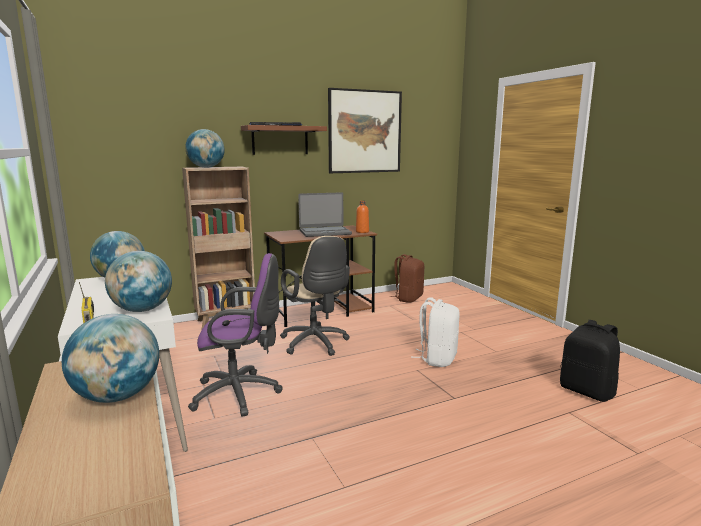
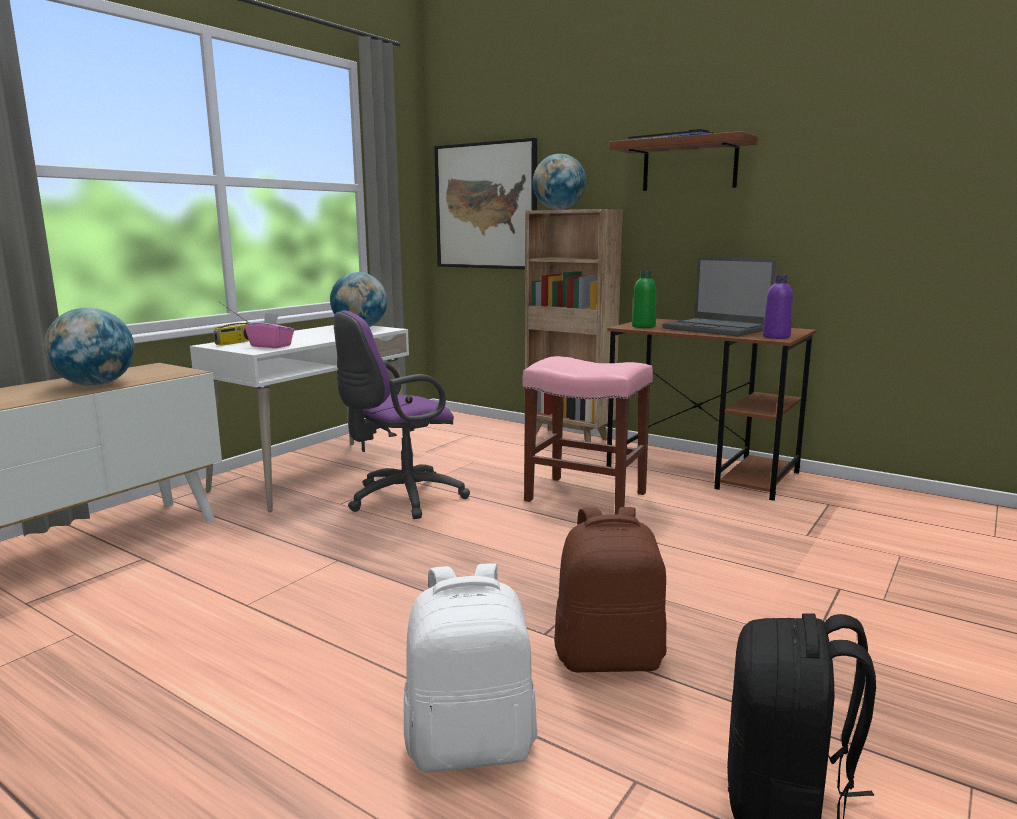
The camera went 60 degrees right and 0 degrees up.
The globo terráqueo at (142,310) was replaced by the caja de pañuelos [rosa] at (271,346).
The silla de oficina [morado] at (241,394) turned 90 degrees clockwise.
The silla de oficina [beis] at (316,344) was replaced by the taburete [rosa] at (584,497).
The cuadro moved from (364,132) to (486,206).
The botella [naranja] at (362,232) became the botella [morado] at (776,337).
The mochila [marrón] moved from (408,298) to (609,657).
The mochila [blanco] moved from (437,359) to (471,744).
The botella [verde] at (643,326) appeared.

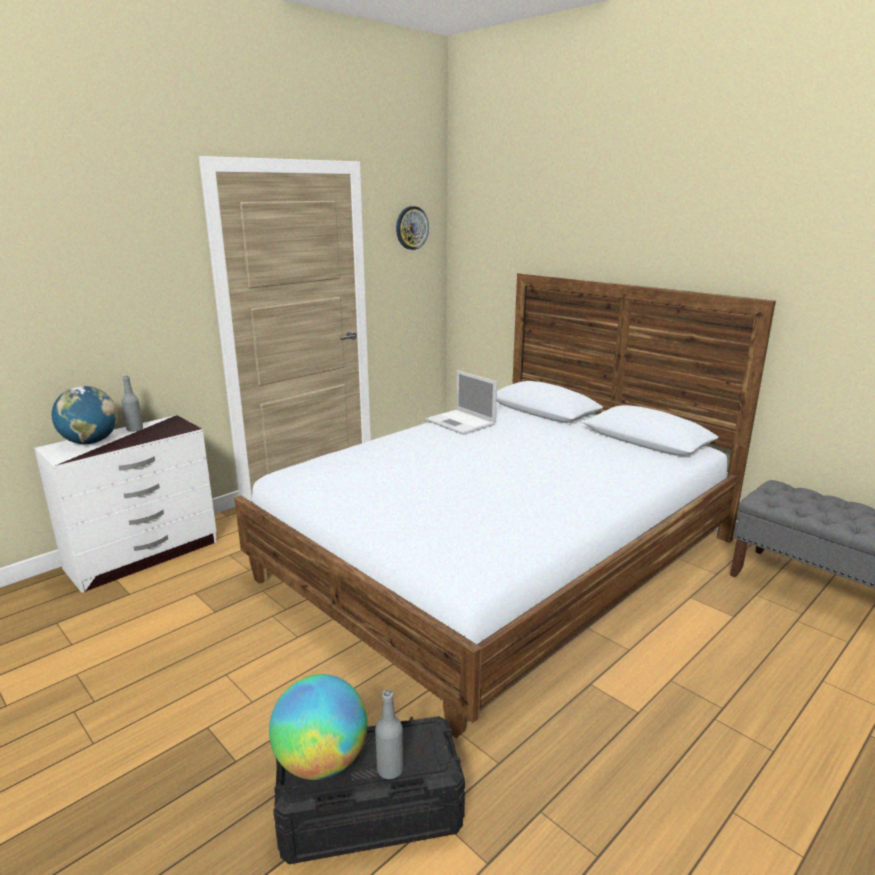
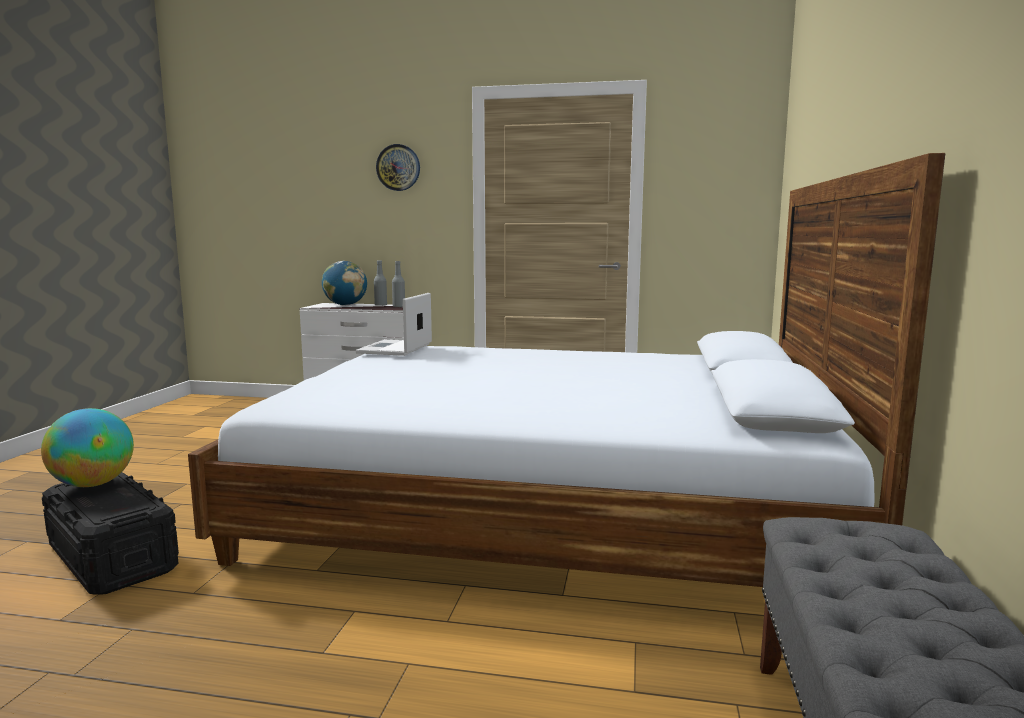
The camera went 55 degrees right and 10 degrees down.
The botella [gris] moved from (390,769) to (399,306).
The reloj de pared moved from (411,228) to (398,167).
The portátil moved from (461,423) to (395,349).

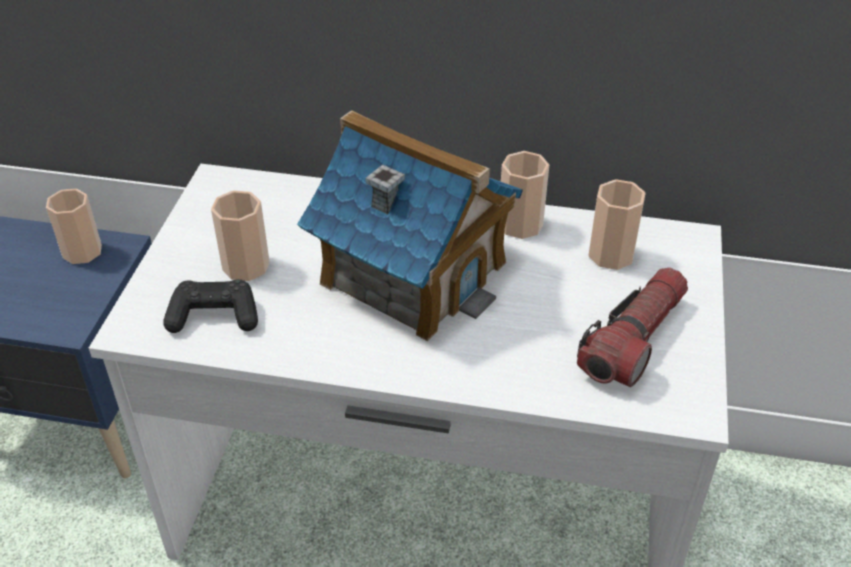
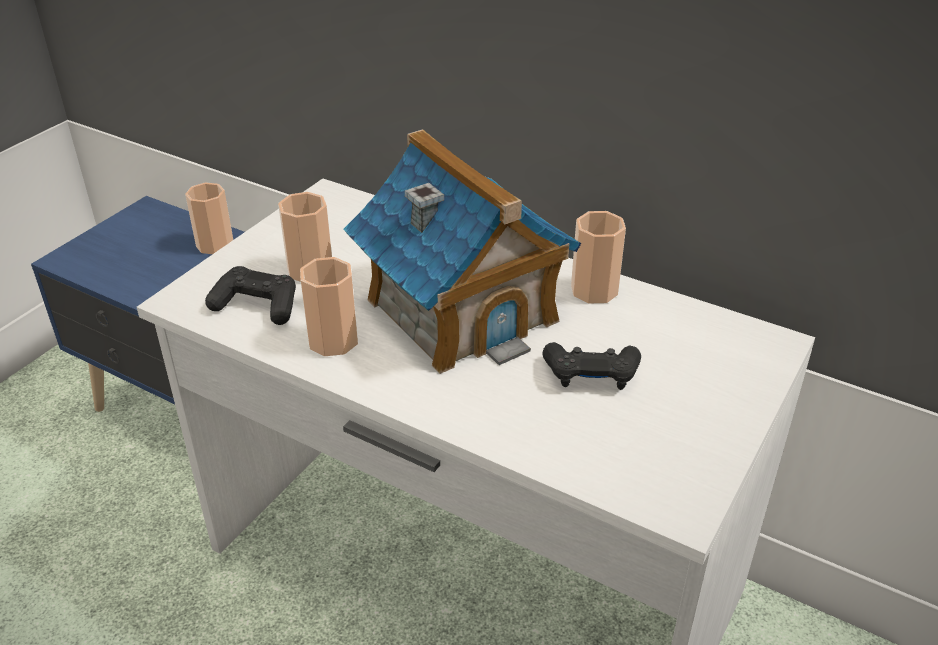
The camera went 20 degrees right and 5 degrees down.
The linterna at (633,340) disappeared.
The taza moved from (611,254) to (333,341).
The mando de consola [negro] at (591,375) appeared.

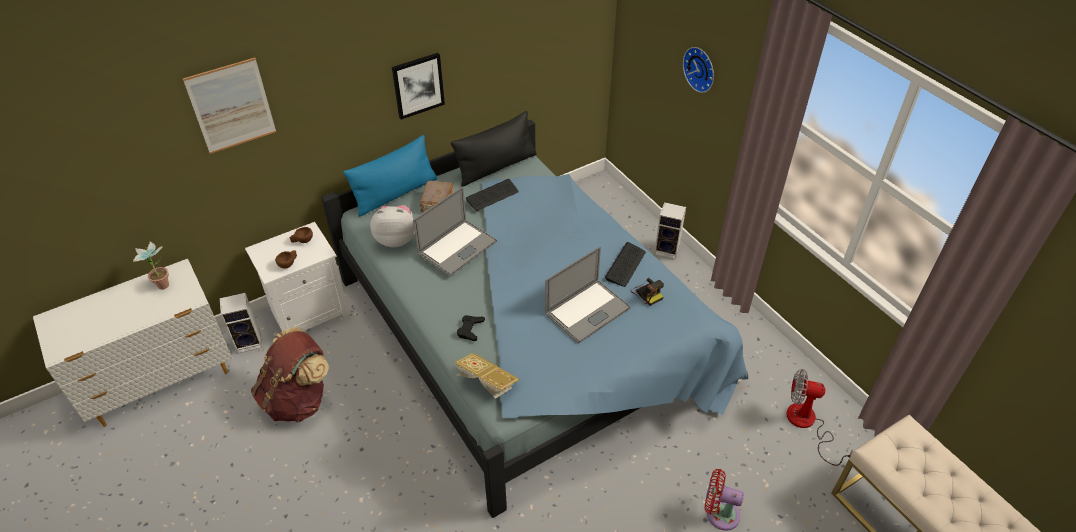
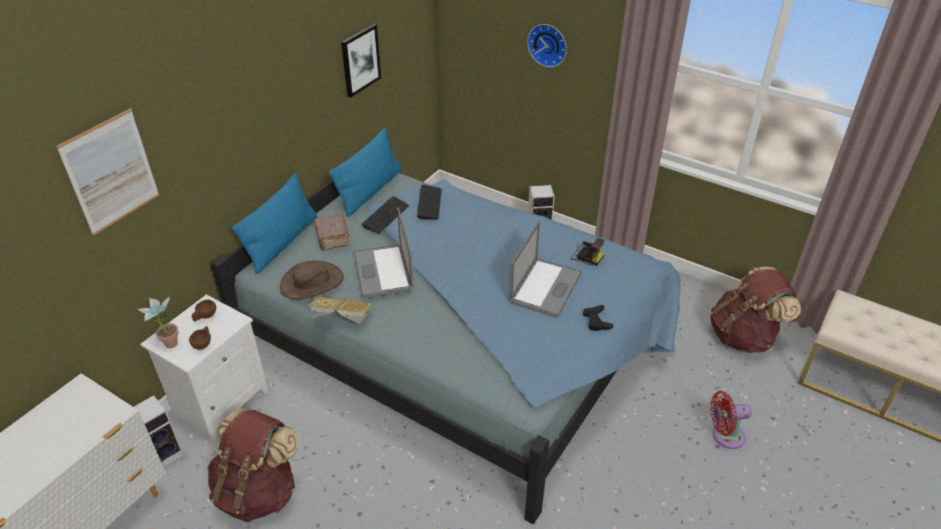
The camera went 25 degrees left and 5 degrees down.
The planta en maceta moved from (162,283) to (168,342).
The peluche at (396,239) was replaced by the sombrero [marrón] at (312,283).
The cuadro moved from (418,85) to (360,60).
The portátil at (457,248) turned 150 degrees clockwise.
The cojín [negro] at (496,167) became the cojín [azul] at (370,191).
The libro moved from (486,383) to (341,318).
The mando de consola [negro] moved from (470,329) to (596,320).
The teclado moved from (625,265) to (429,203).
The ventilador at (807,424) was replaced by the mochila [marrón] at (743,336).

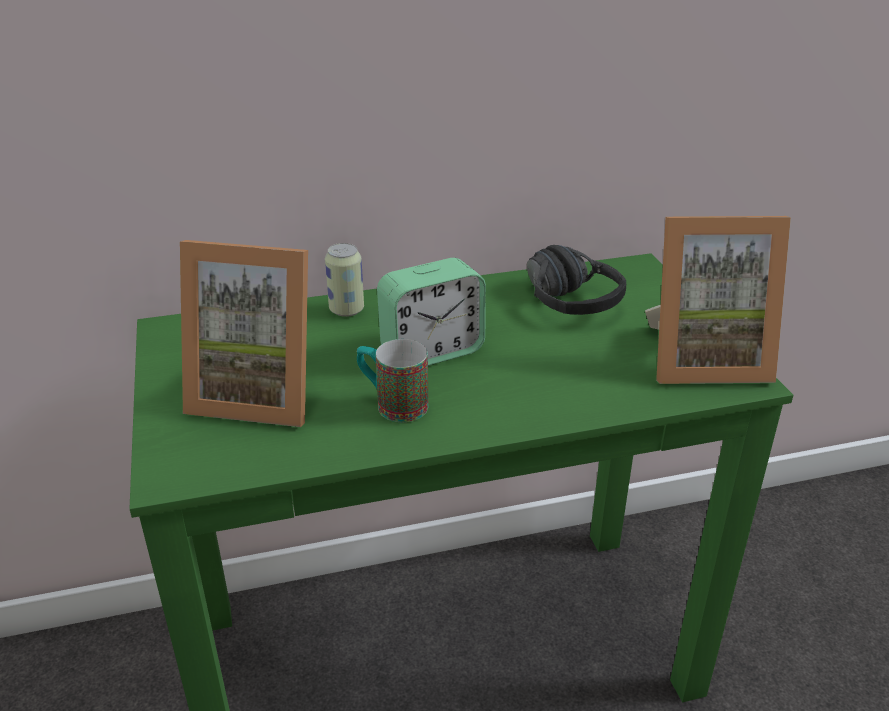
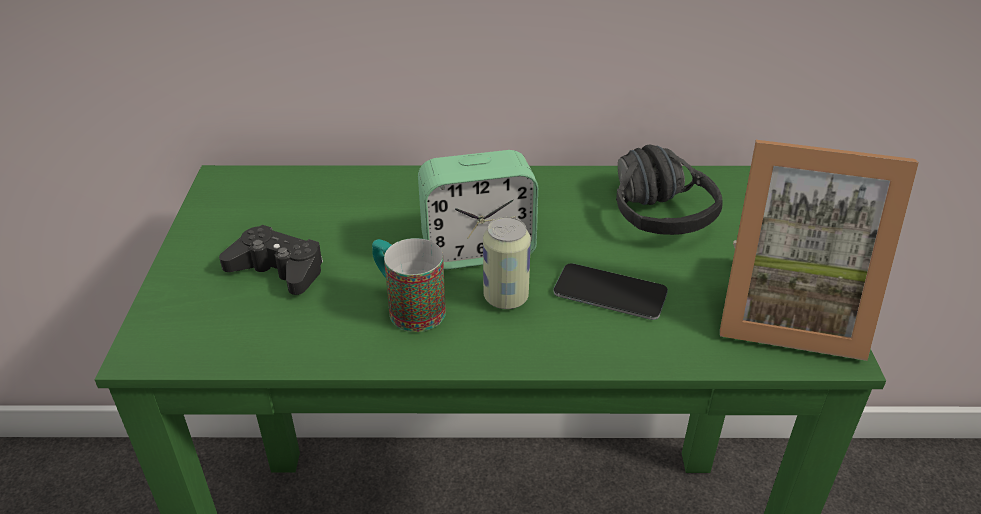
The camera went 15 degrees right and 5 degrees up.
The portarretratos at (259,393) was replaced by the mando de consola [negro] at (278,269).
The lata moved from (346,310) to (505,297).
The móvil at (610,292) appeared.

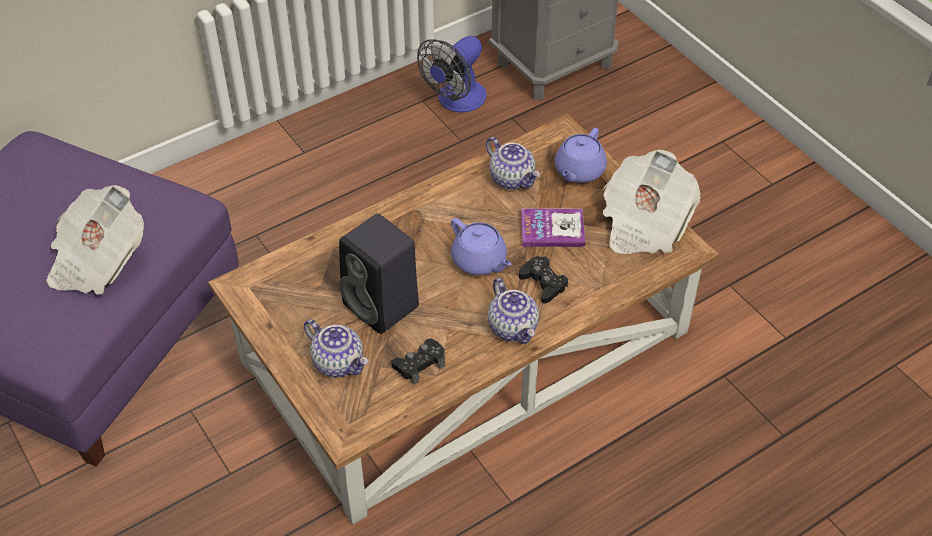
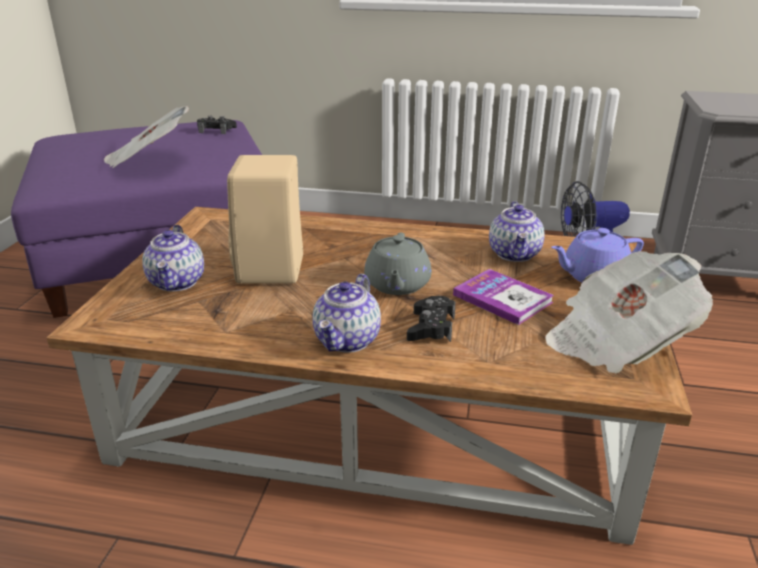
The camera went 45 degrees right and 20 degrees down.
The altavoz [negro] at (383,306) became the altavoz [beis] at (271,271).
The mando de consola [negro] moved from (419,364) to (216,130).
The tetera [morado] at (480,261) became the tetera [gris] at (397,285).

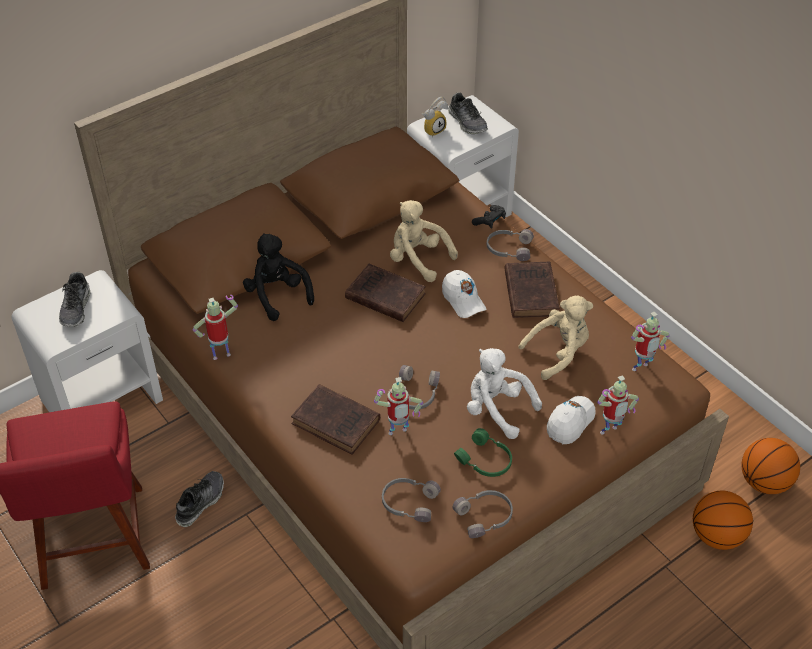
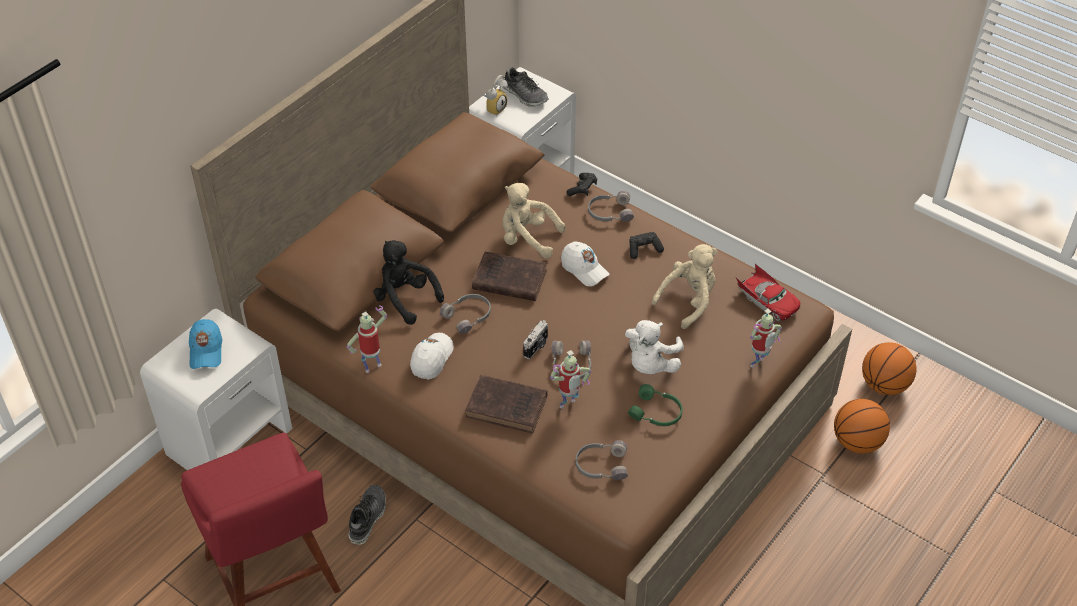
The camera went 15 degrees left and 0 degrees up.
The zapato at (76,308) was replaced by the gorra [azul] at (206,351).
The auriculares [gris] moved from (485,517) to (468,316).
The peluche [blanco] at (497,409) turned 90 degrees counterclockwise.
The libro [marrón] at (530,291) was replaced by the mando de consola [negro] at (644,249).
The gorra [blanco] moved from (570,422) to (431,359).
The robot de juguete at (641,369) was replaced by the coche de juguete [rojo] at (767,301).
The cámara at (536,347) appeared.

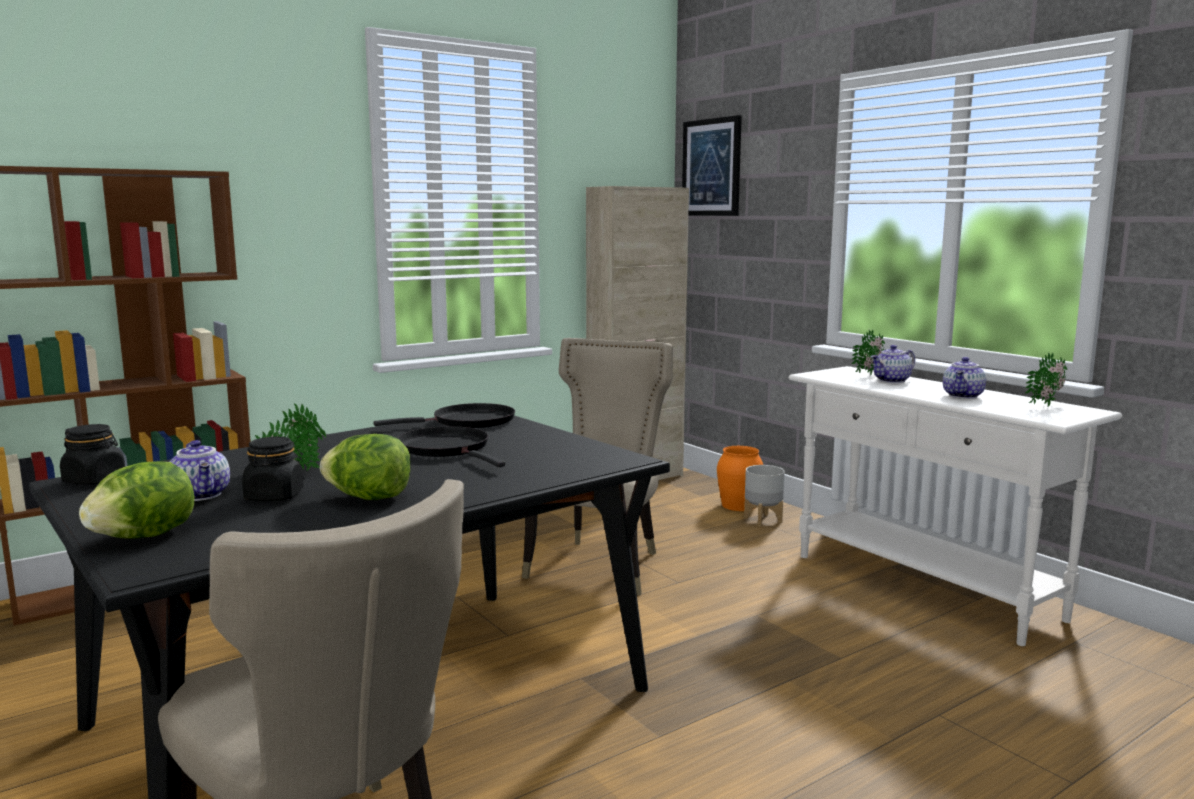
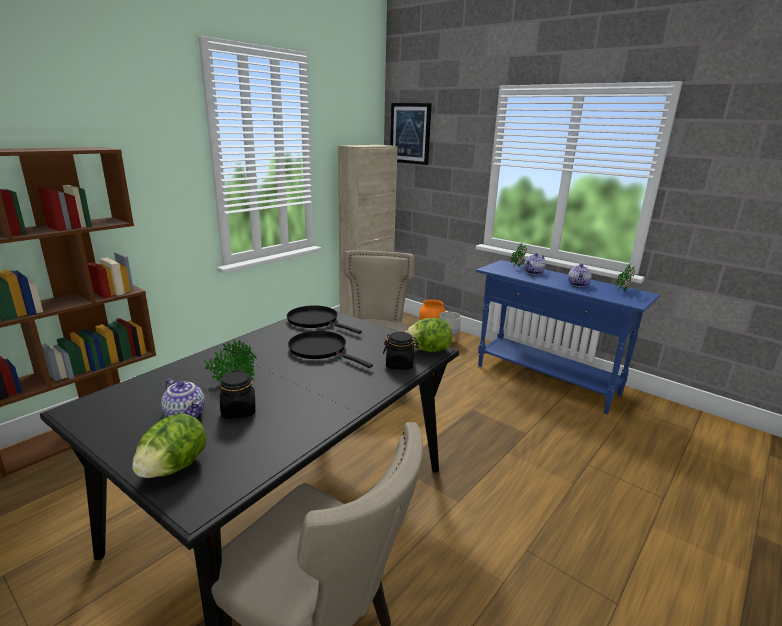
The camera went 15 degrees left and 10 degrees up.
The tarro [negro] moved from (95,480) to (400,364).
The lechuga moved from (369,498) to (428,350).
The sartén [negro] at (468,422) turned 105 degrees counterclockwise.
The mesa consola [blanco] at (924,587) became the mesa consola [azul] at (546,380).

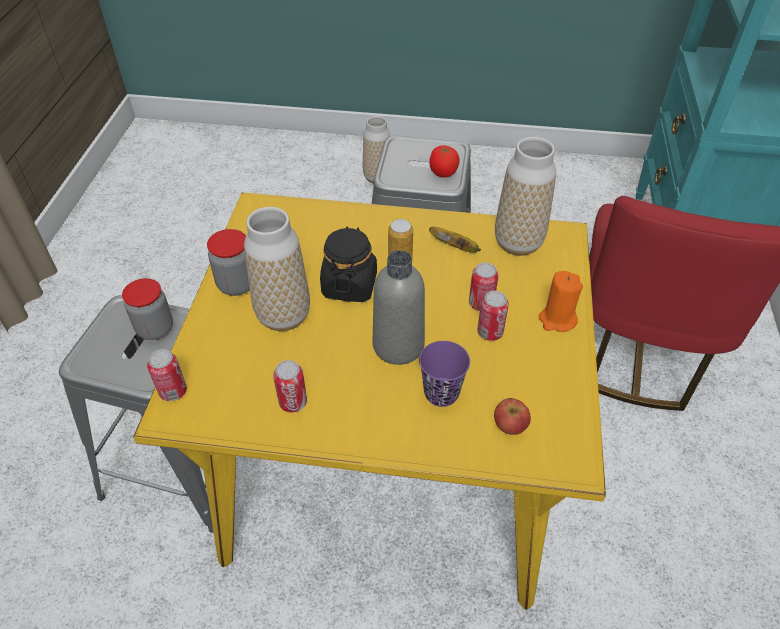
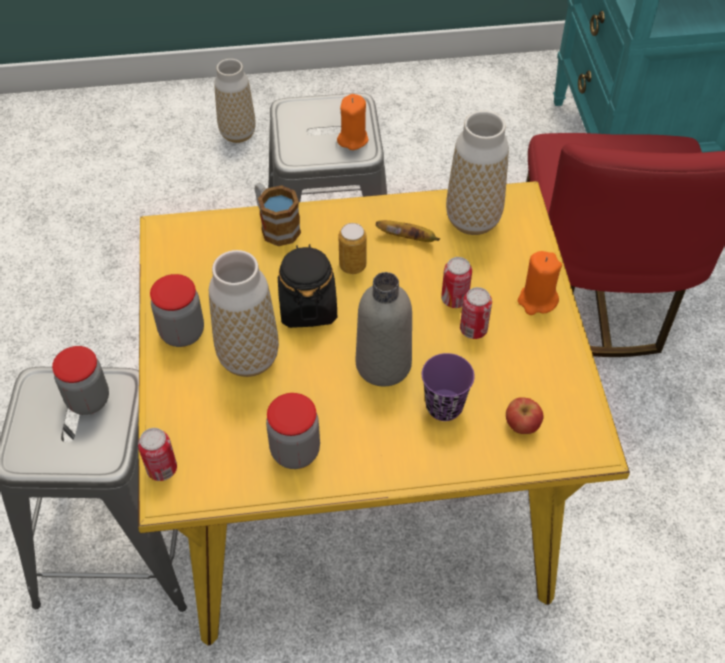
The camera went 15 degrees left and 5 degrees up.
The lata at (293,402) was replaced by the tarro at (295,451).
The tomate at (443,173) was replaced by the vela [naranja] at (353,139).
The taza grande at (275,226) appeared.

